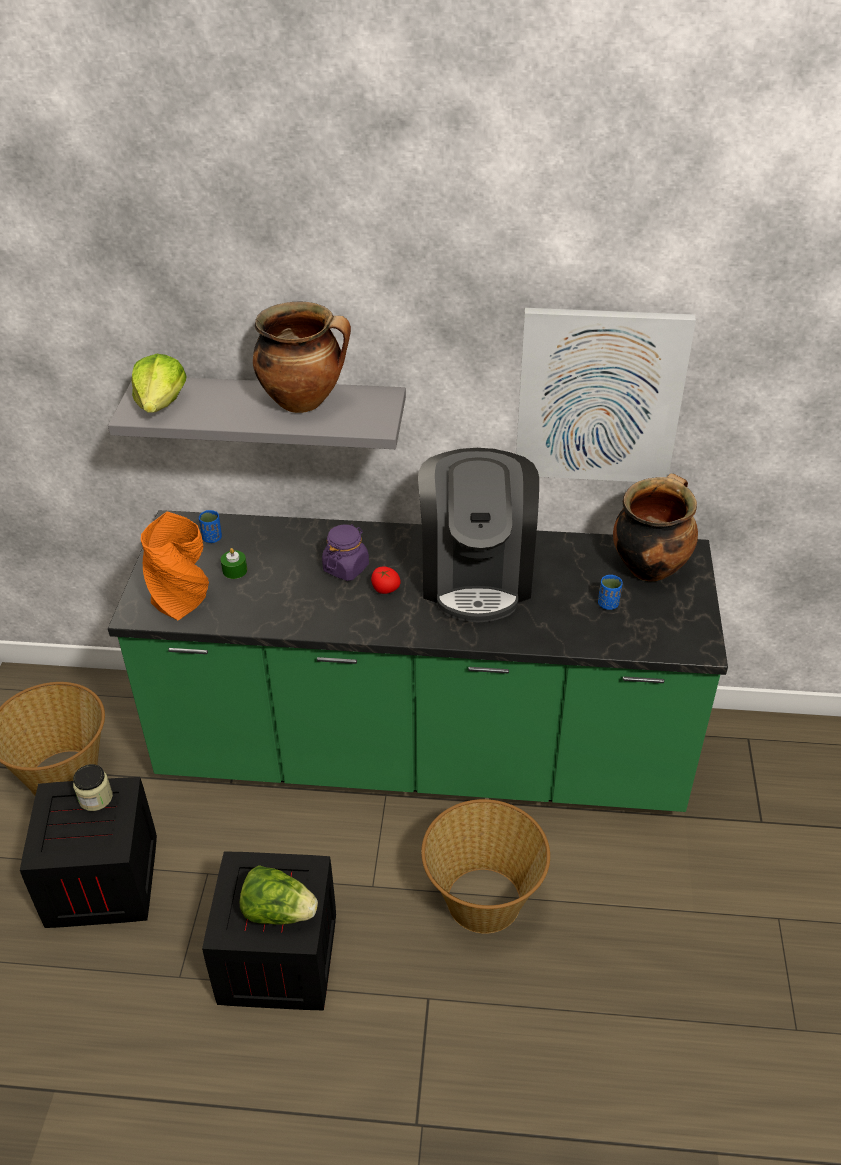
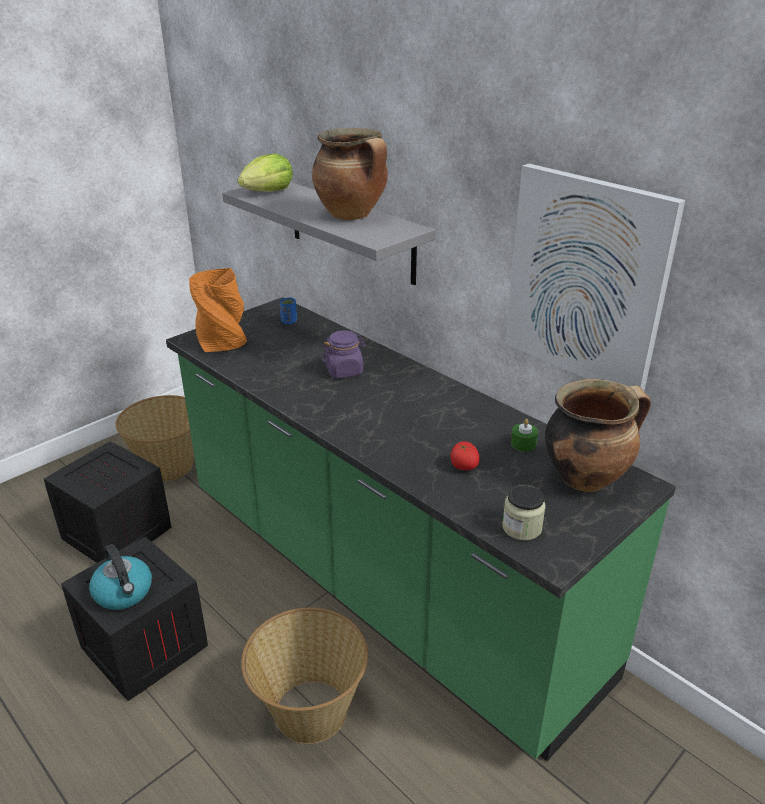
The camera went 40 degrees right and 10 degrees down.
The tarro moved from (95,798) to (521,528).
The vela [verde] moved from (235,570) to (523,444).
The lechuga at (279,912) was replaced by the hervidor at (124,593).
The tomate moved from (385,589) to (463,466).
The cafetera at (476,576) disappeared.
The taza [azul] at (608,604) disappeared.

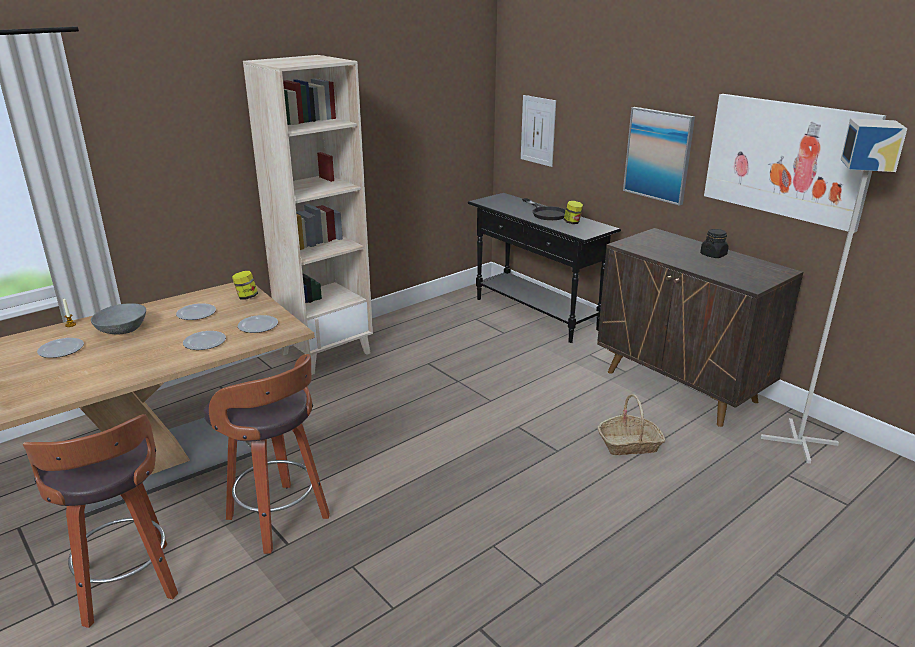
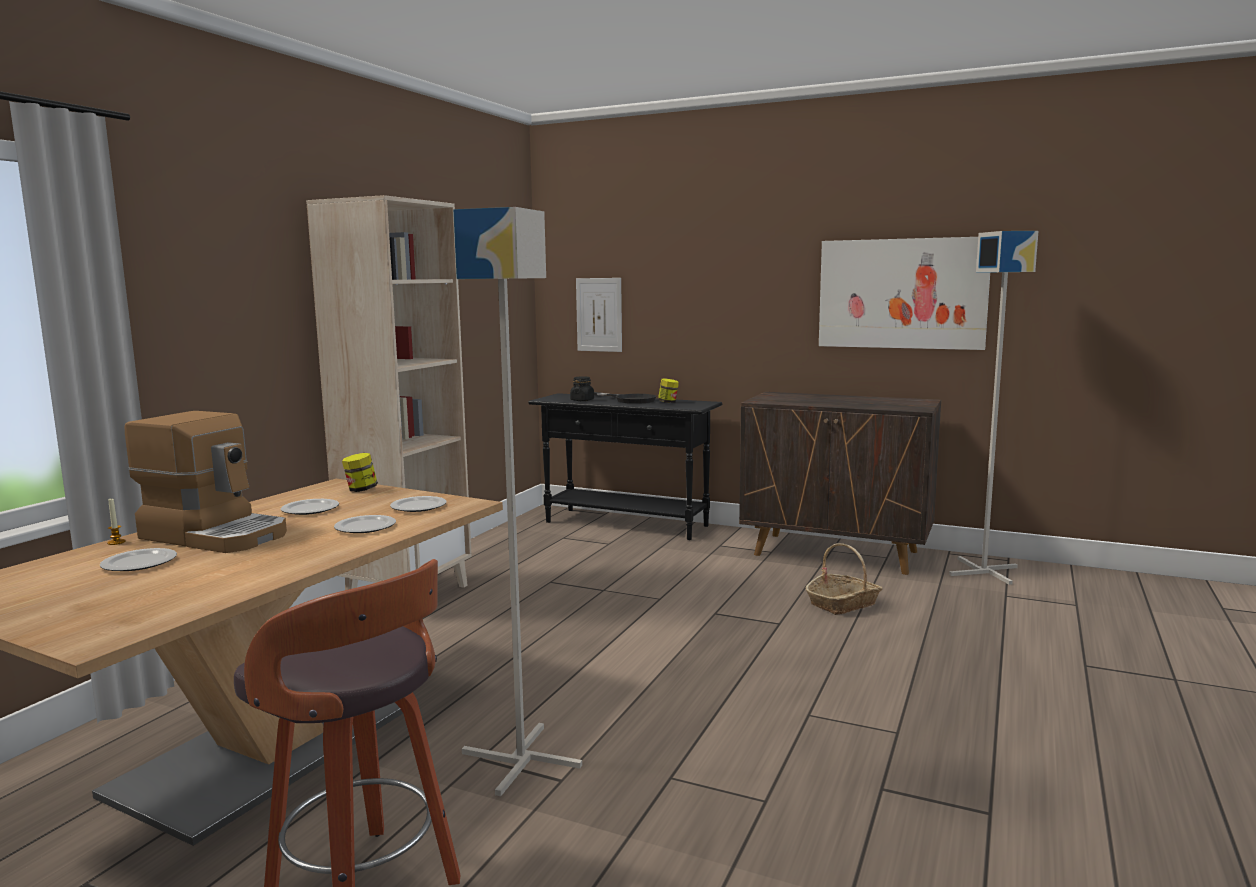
The camera went 25 degrees left and 15 degrees down.
The cuenco [gris] at (123,330) was replaced by the cafetera at (216,535).
The taburete at (280,519) was replaced by the lámpara de pie [gris] at (523,759).
The cuadro at (658,155) disappeared.
The tarro [negro] moved from (713,255) to (582,400).

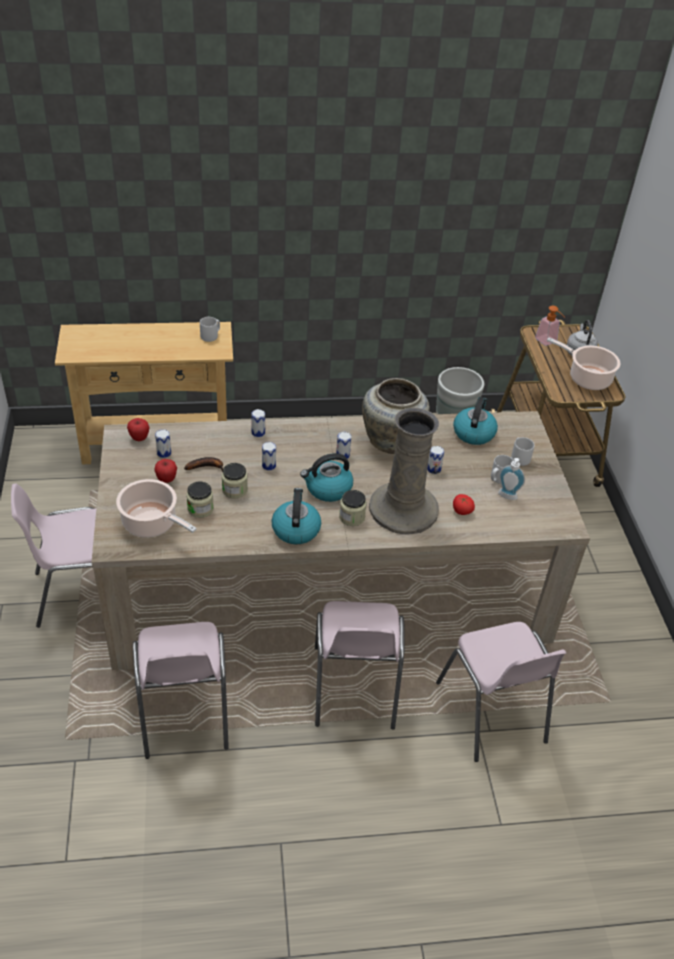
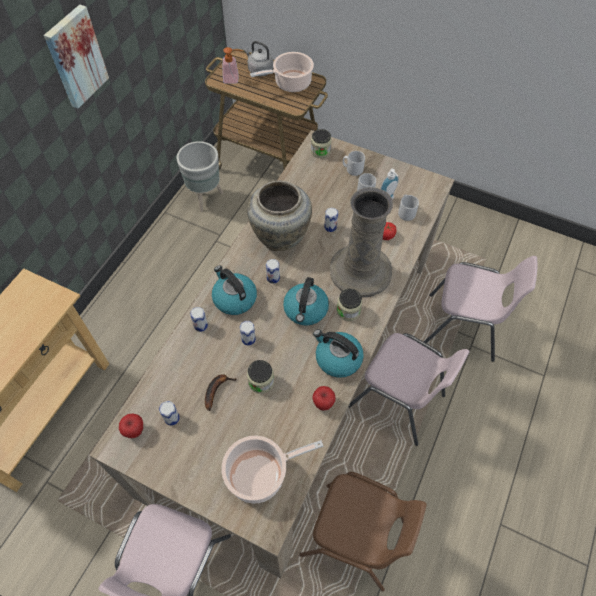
The camera went 55 degrees left and 15 degrees up.
The silla [rosa] at (183,712) became the silla [marrón] at (354,538).
The manzana moved from (166,480) to (323,403).
The tarro moved from (200,509) to (320,151).
The taza grande [gris] moved from (211,336) to (406,212).
The hervidor moved from (473,432) to (234,298).
The cuadro at (75,57) appeared.

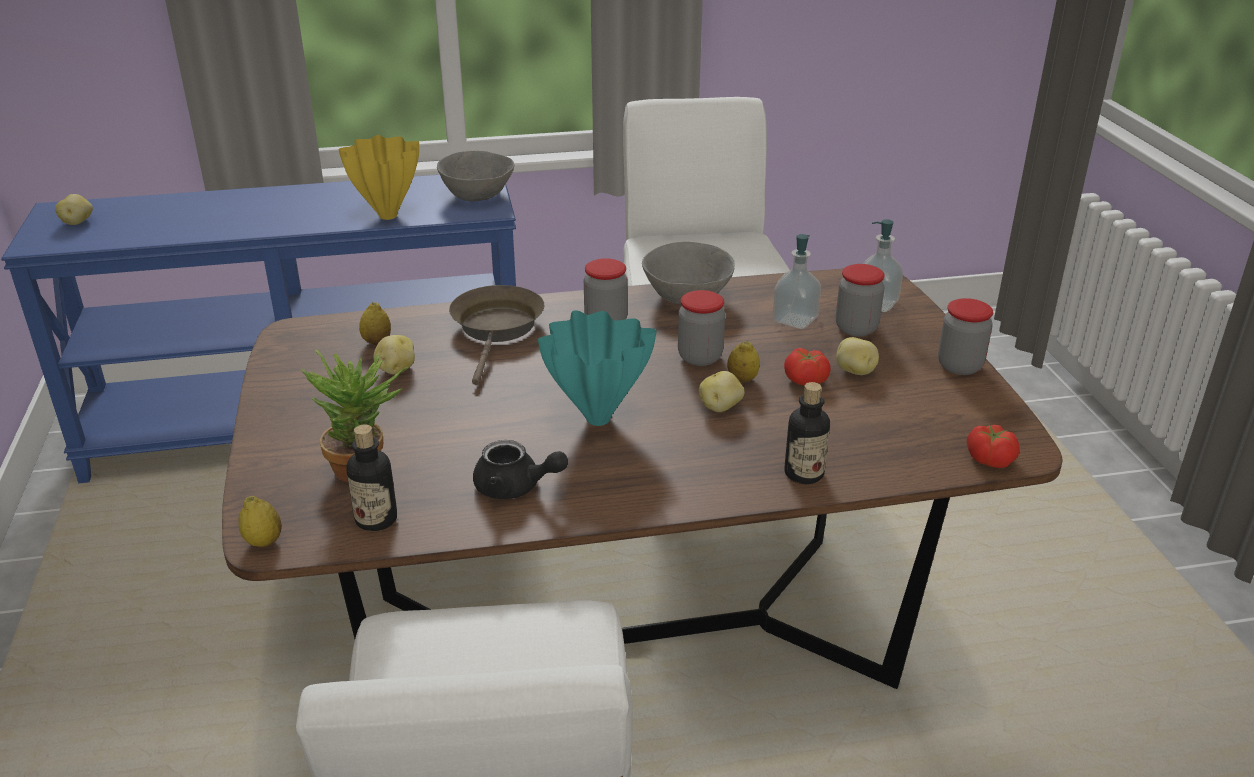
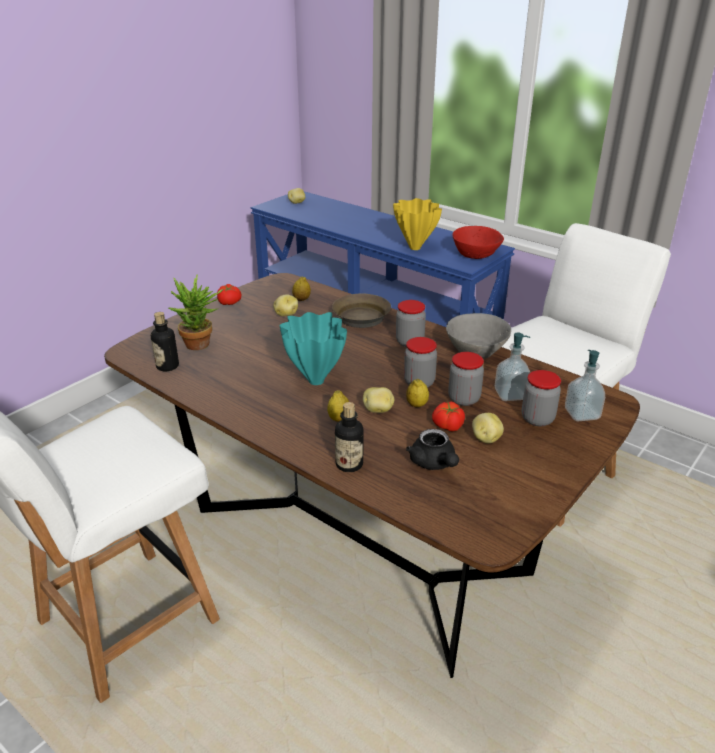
The camera went 50 degrees right and 0 degrees up.
The limón moved from (264,542) to (339,419).
The cuenco [gris] at (477,195) became the cuenco [rojo] at (475,255).
The tetera [negro] moved from (515,488) to (434,464).
The tarro moved from (959,366) to (464,399).
The tomate moved from (990,459) to (230,302).

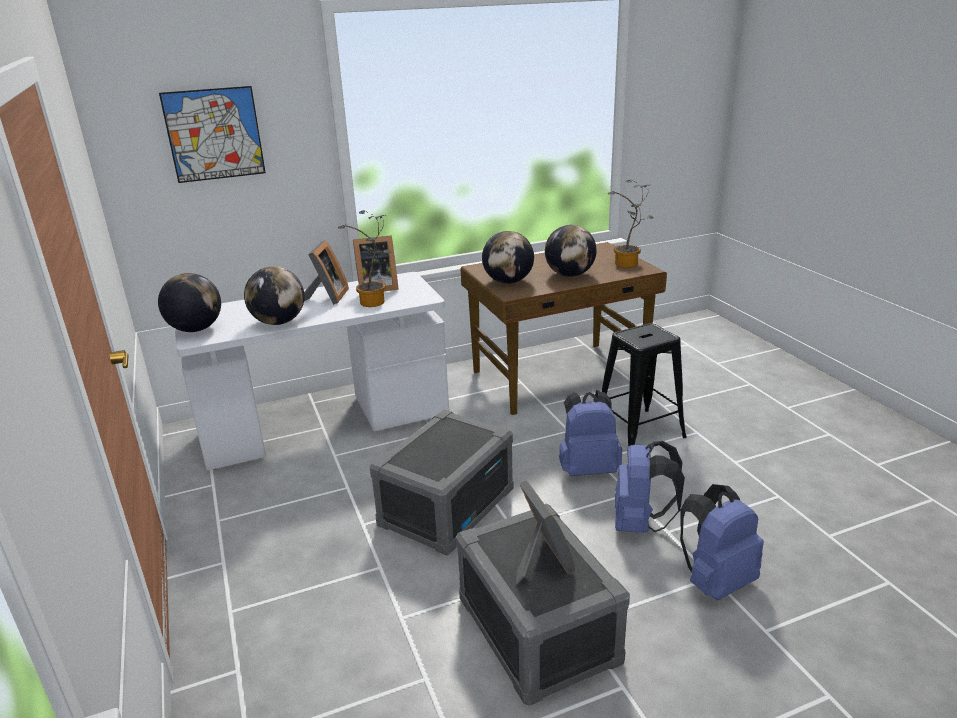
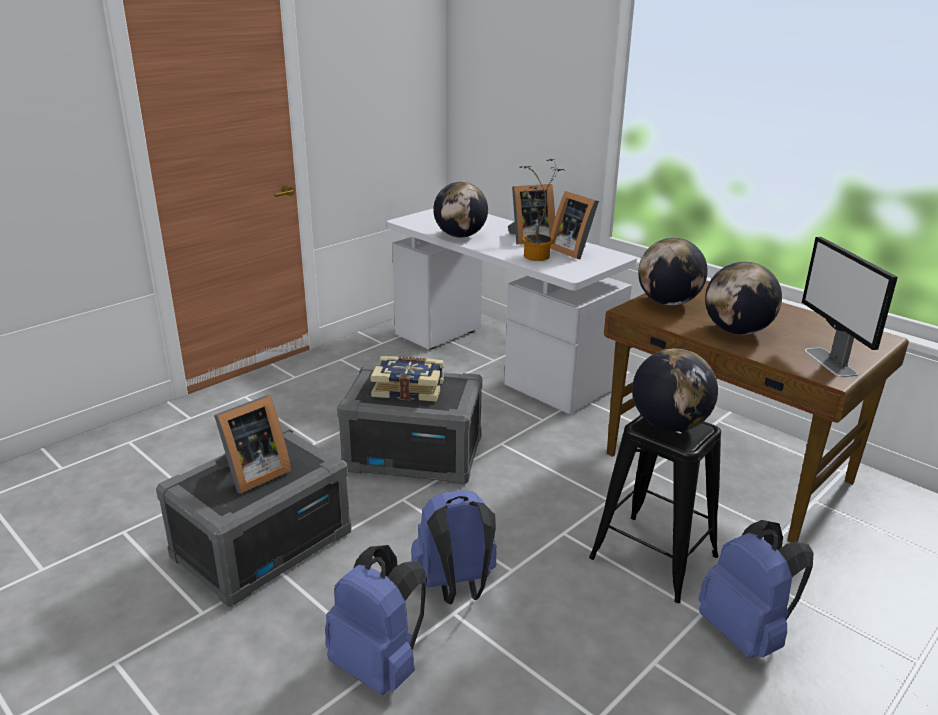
The camera went 65 degrees right and 0 degrees up.
The globo terráqueo moved from (196,329) to (669,425).
The cuadro at (214,134) disappeared.
The mochila [azul] moved from (587,468) to (745,633).
The planta en maceta at (628,265) was replaced by the monitor at (830,362).
The libro at (409,388) appeared.

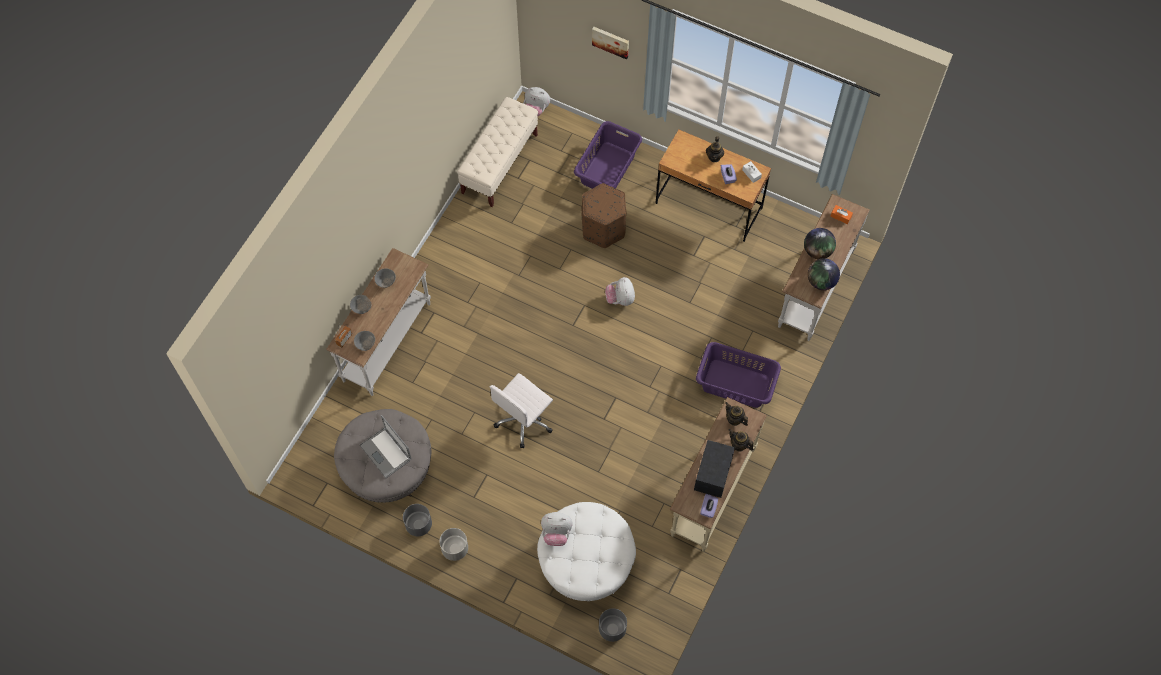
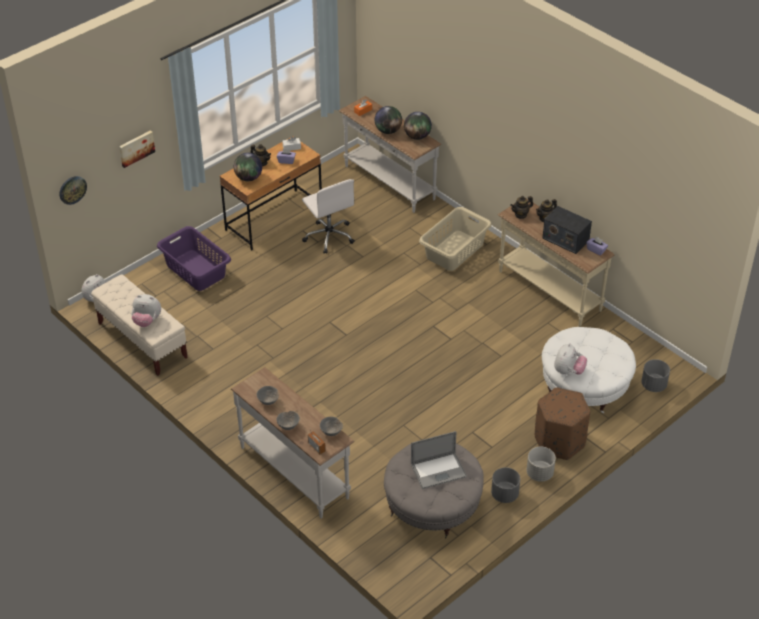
The camera went 70 degrees left and 20 degrees down.
The silla de oficina [blanco] moved from (524,420) to (329,236).
The puf [marrón] moved from (603,228) to (559,441).
The peluche moved from (620,299) to (147,321).
The cesto de la ropa [morado] at (736,384) became the cesto de la ropa [beis] at (455,250).
The reloj de pared at (72,189) appeared.
The globo terráqueo at (248,178) appeared.

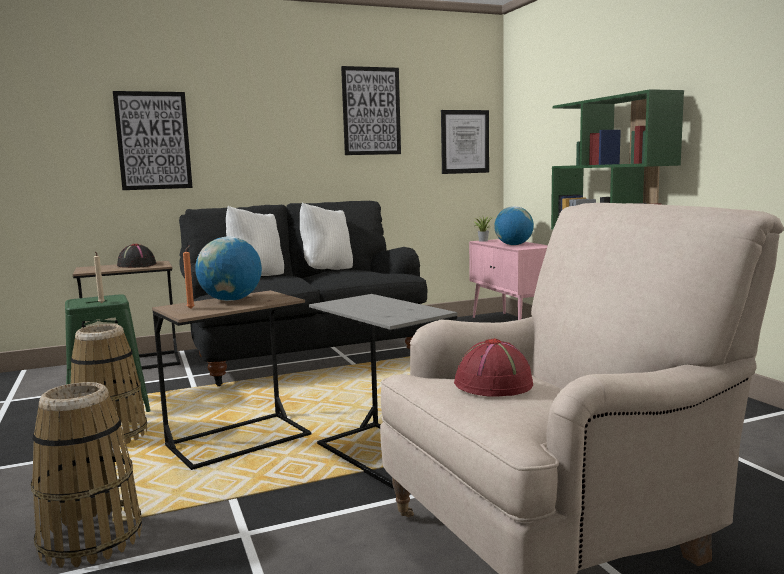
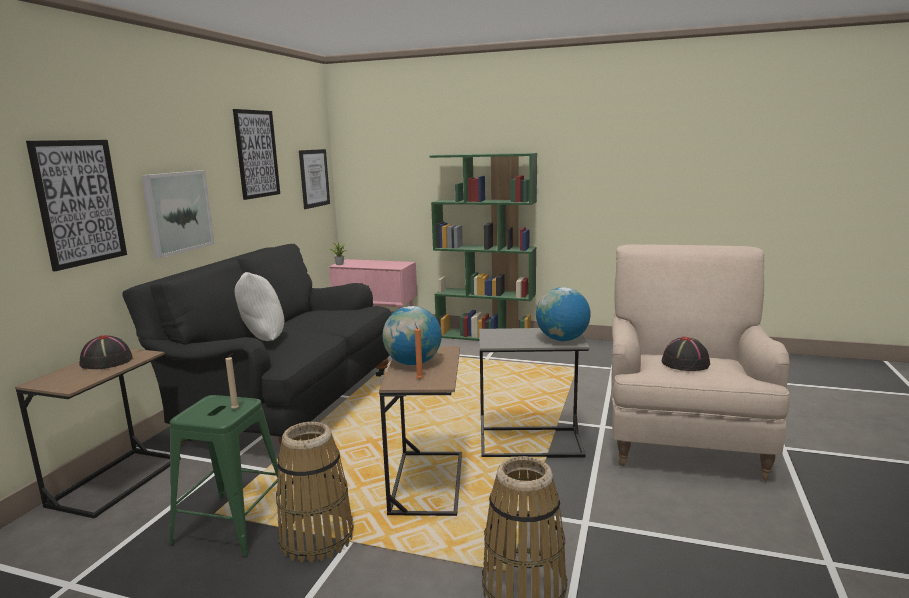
The camera went 50 degrees left and 5 degrees up.
The cojín [blanco] at (327,270) disappeared.
The sombrero [rojo] at (494,385) became the sombrero [negro] at (685,363).
The globo terráqueo moved from (513,245) to (562,339).
The cuadro at (178,212) appeared.

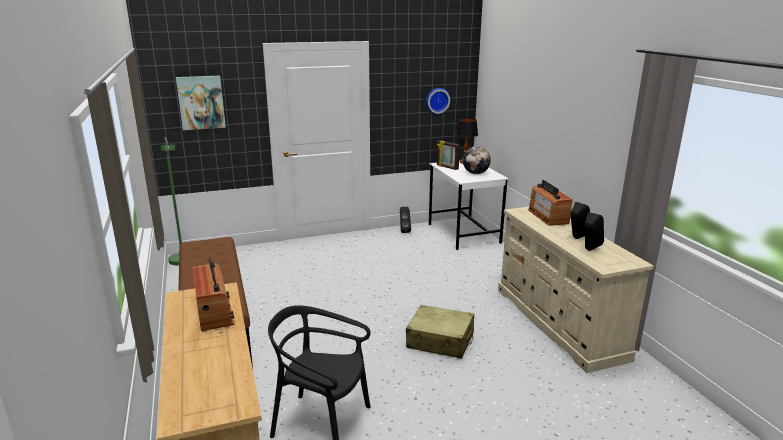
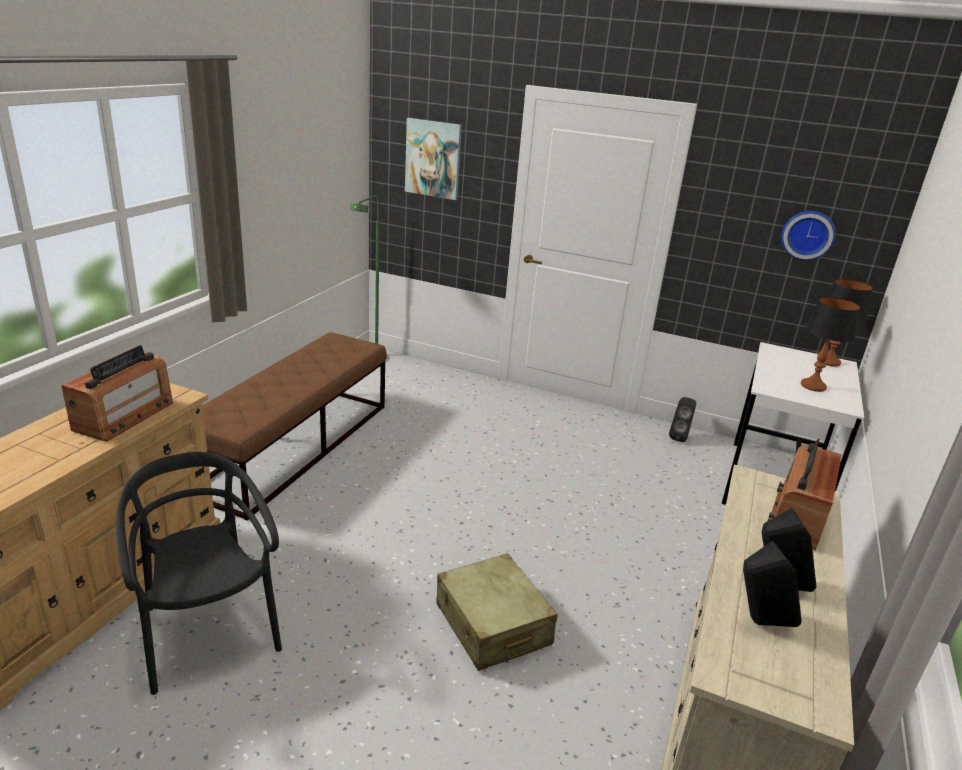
The camera went 40 degrees right and 5 degrees up.
The portarretratos at (447,167) disappeared.
The globo terráqueo at (475,173) was replaced by the lámpara de mesa at (813,386).

